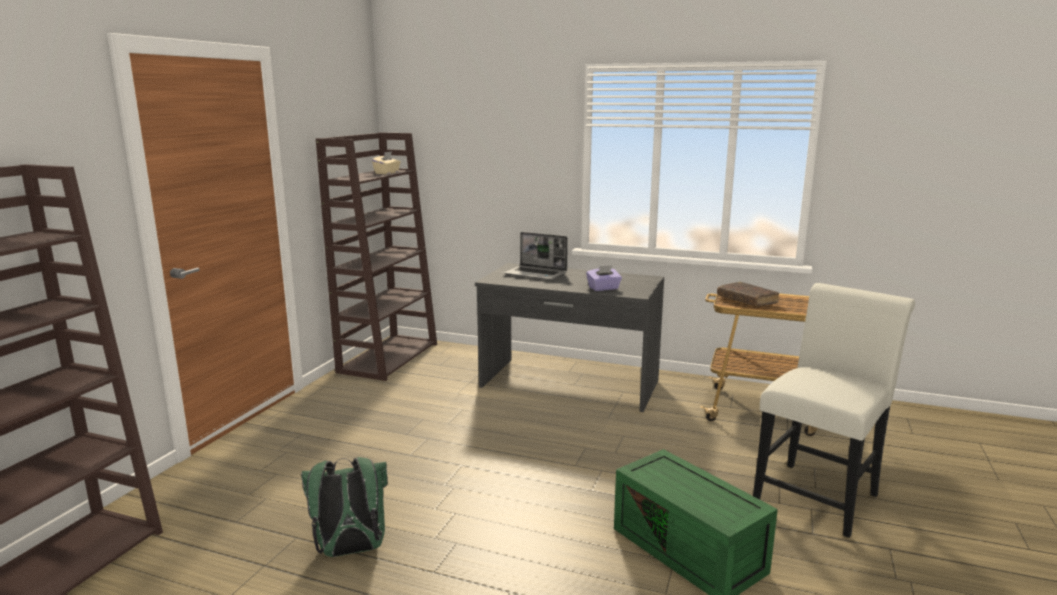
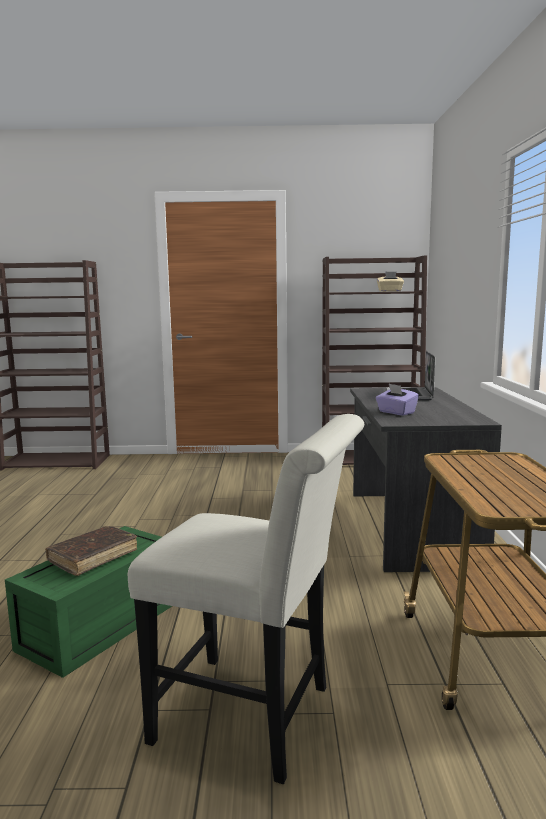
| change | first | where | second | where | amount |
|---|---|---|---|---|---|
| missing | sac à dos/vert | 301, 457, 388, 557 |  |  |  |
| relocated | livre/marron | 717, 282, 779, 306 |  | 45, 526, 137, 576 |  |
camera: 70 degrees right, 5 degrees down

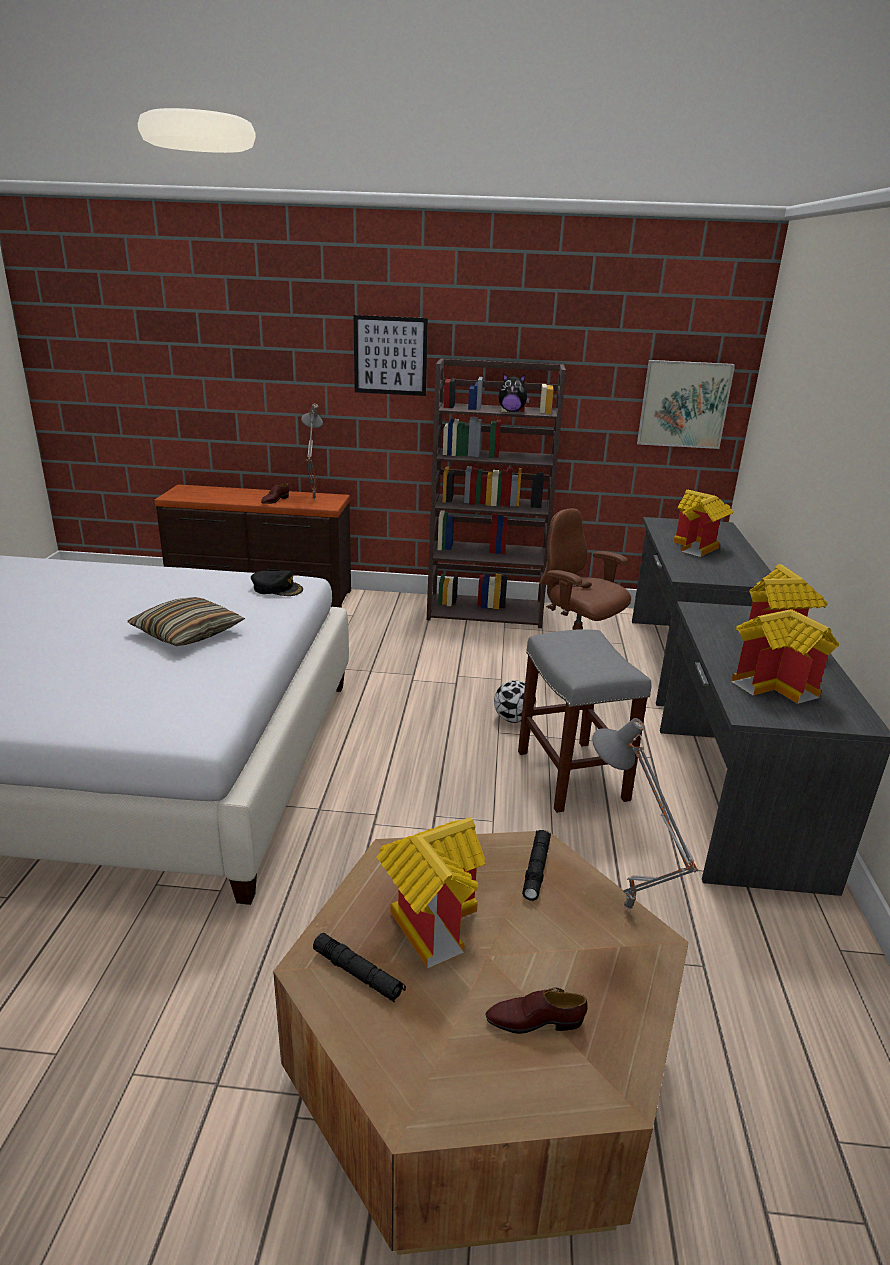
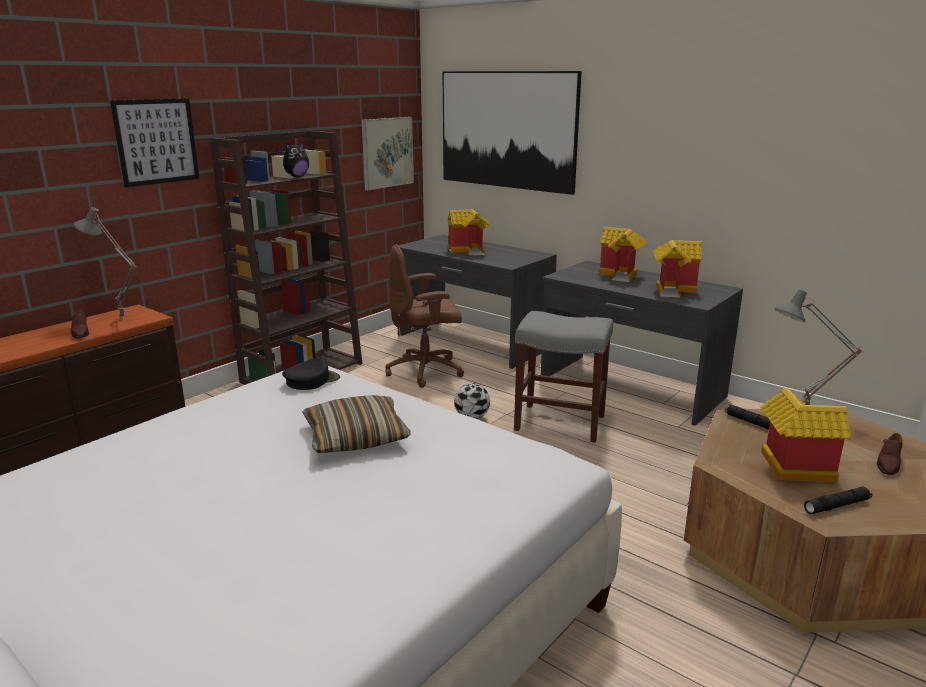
| change | first | where | second | where | amount |
|---|---|---|---|---|---|
| appeared |  |  | tableau | 442, 71, 582, 195 |  |
camera: 55 degrees left, 5 degrees down

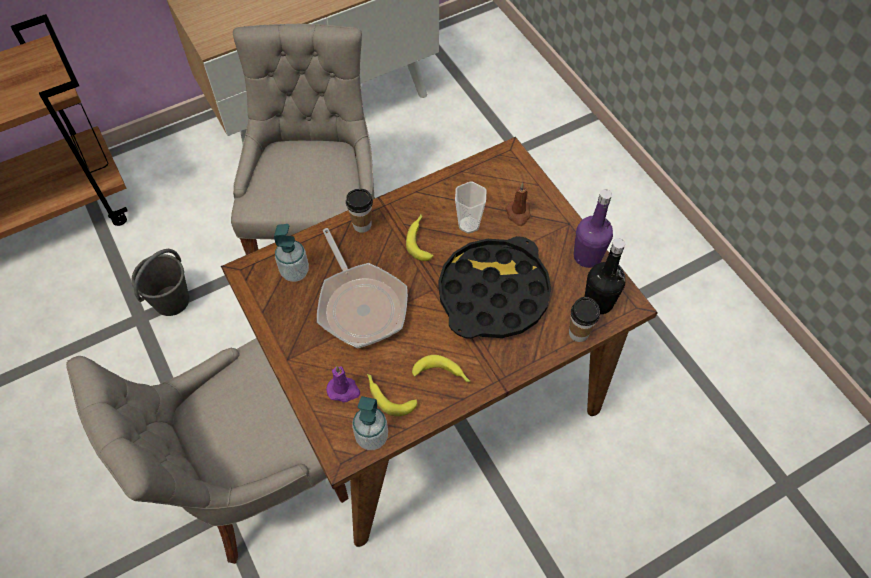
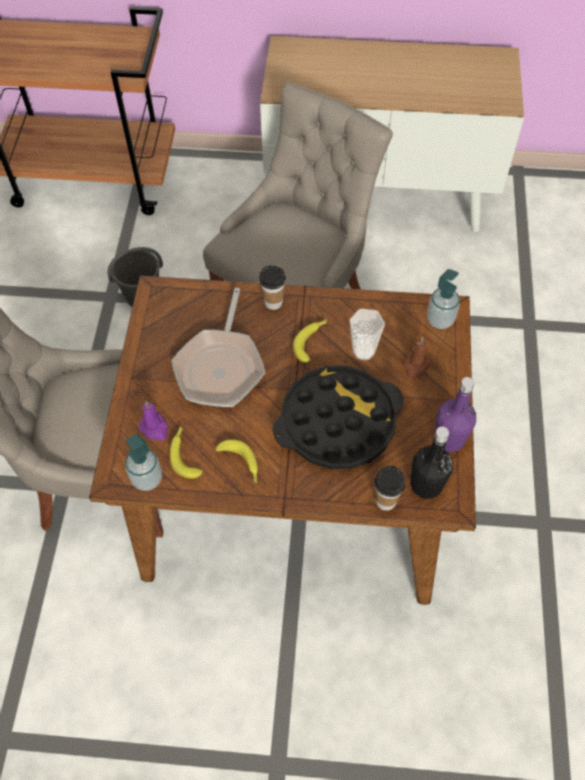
| change | first | where | second | where | amount |
|---|---|---|---|---|---|
| relocated | distributeur de savon | 274, 224, 309, 282 |  | 427, 269, 460, 329 |  |
camera: 35 degrees right, 0 degrees up

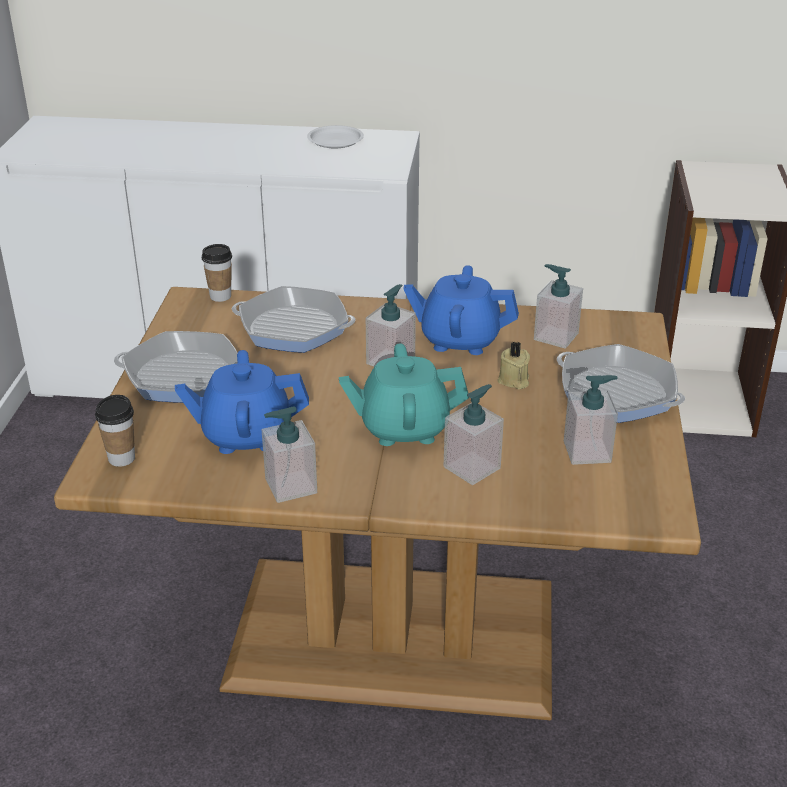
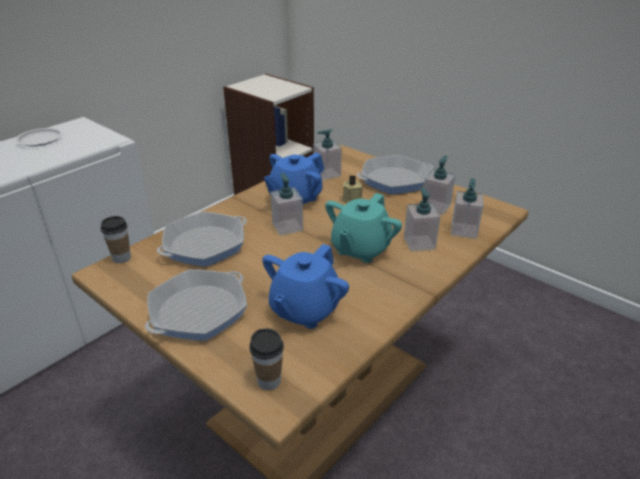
| change | first | where | second | where | amount |
|---|---|---|---|---|---|
| relocated | distributeur de savon | 262, 407, 317, 503 |  | 451, 178, 483, 239 |  |
camera: 55 degrees left, 0 degrees up

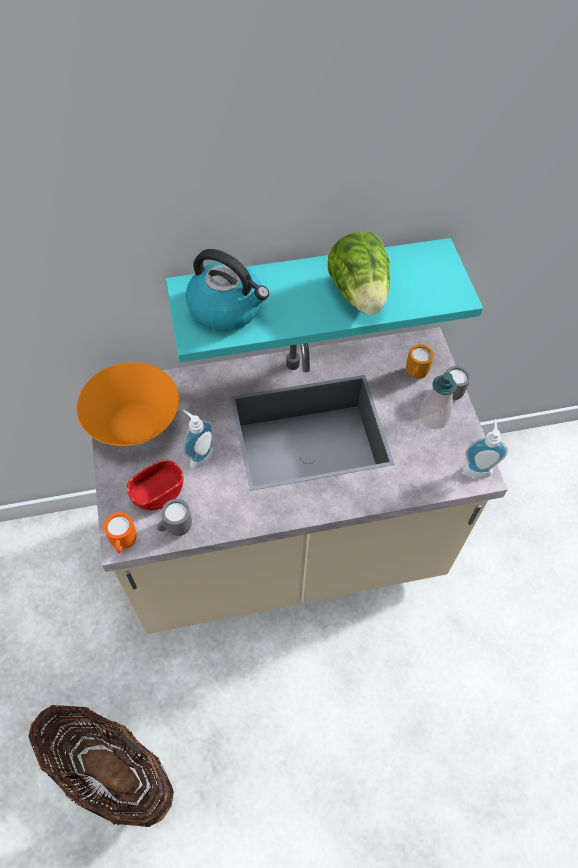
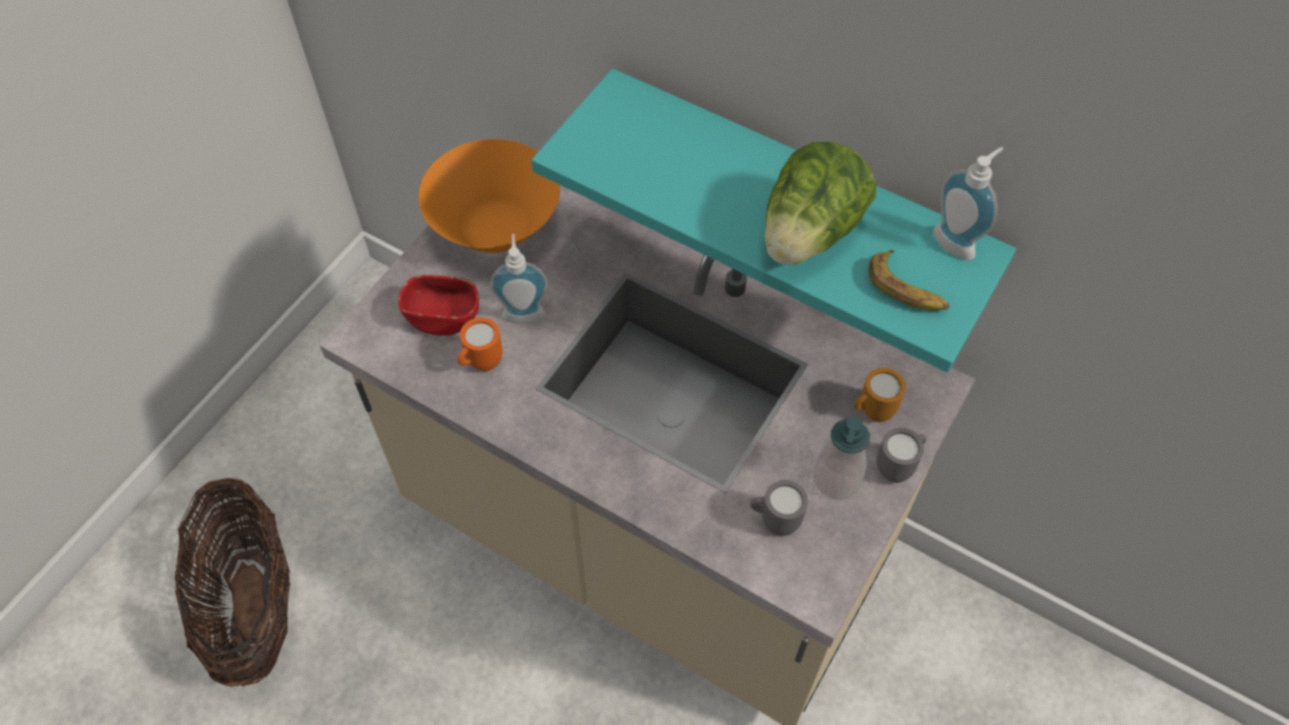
| change | first | where | second | where | amount |
|---|---|---|---|---|---|
| missing | bouilloire | 186, 249, 269, 331 |  |  |  |
| appeared |  |  | banane | 868, 250, 949, 311 |  |
| relocated | mug/orange | 104, 512, 137, 553 |  | 457, 318, 502, 371 |  |
| relocated | mug/gris | 157, 499, 192, 536 |  | 750, 480, 808, 536 |  |
| relocated | distributeur de savon | 462, 419, 508, 478 |  | 933, 147, 1004, 260 |  |
camera: 45 degrees right, 0 degrees up

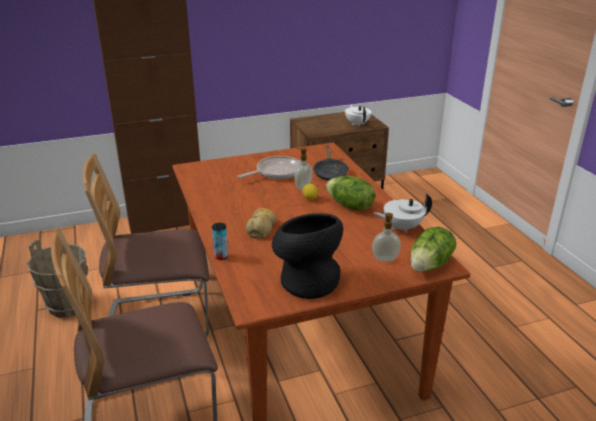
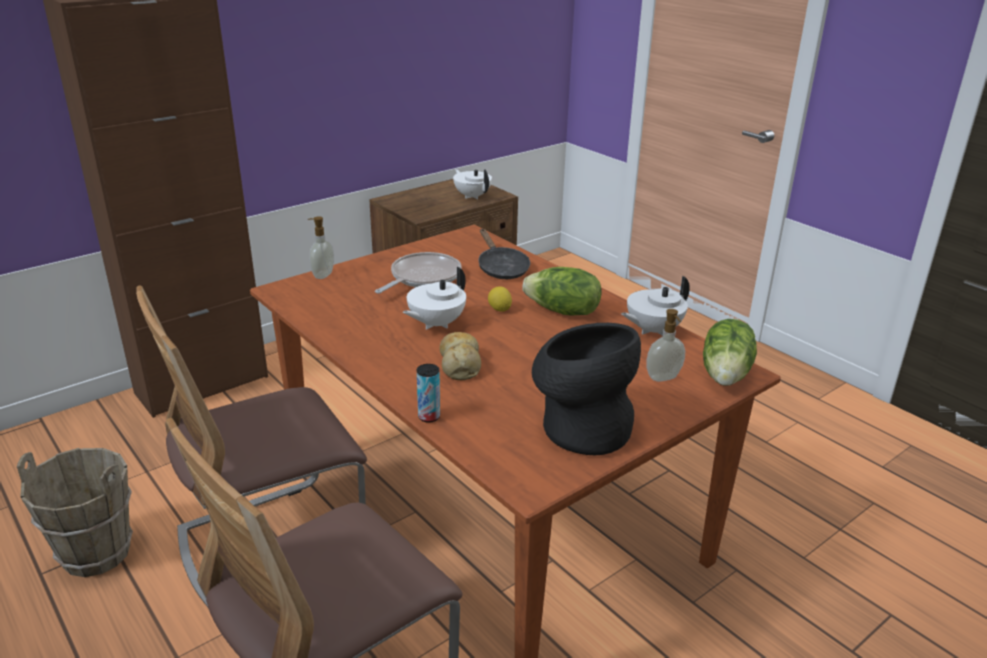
| change | first | where | second | where | amount |
|---|---|---|---|---|---|
| appeared |  |  | théière/blanc | 403, 267, 466, 330 |  |
| relocated | distributeur de savon | 295, 147, 313, 190 |  | 308, 216, 334, 279 |  |
camera: 20 degrees left, 0 degrees up

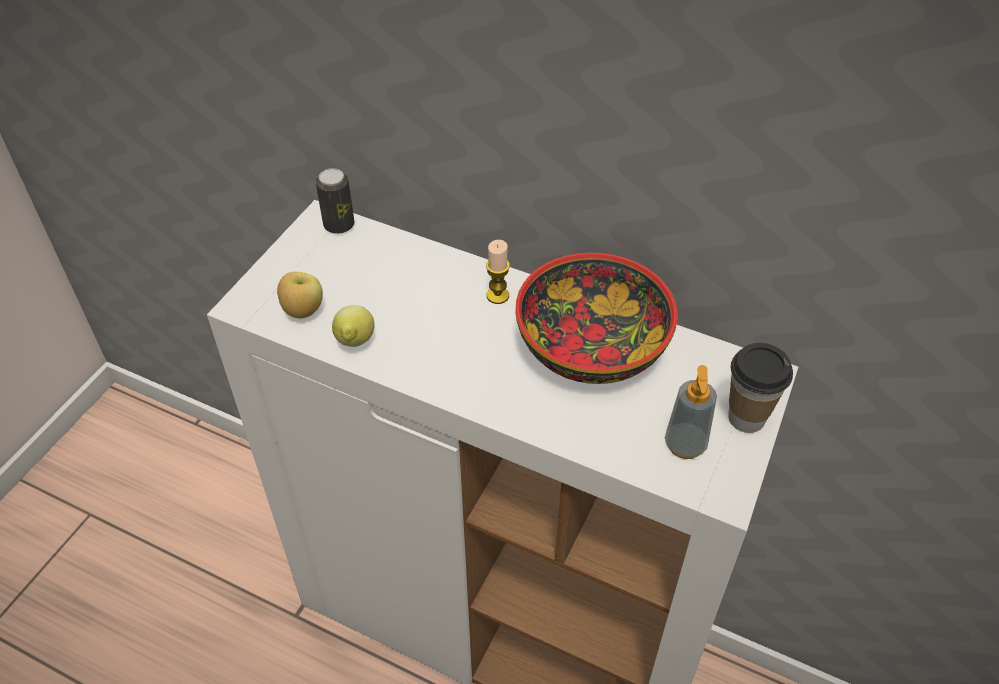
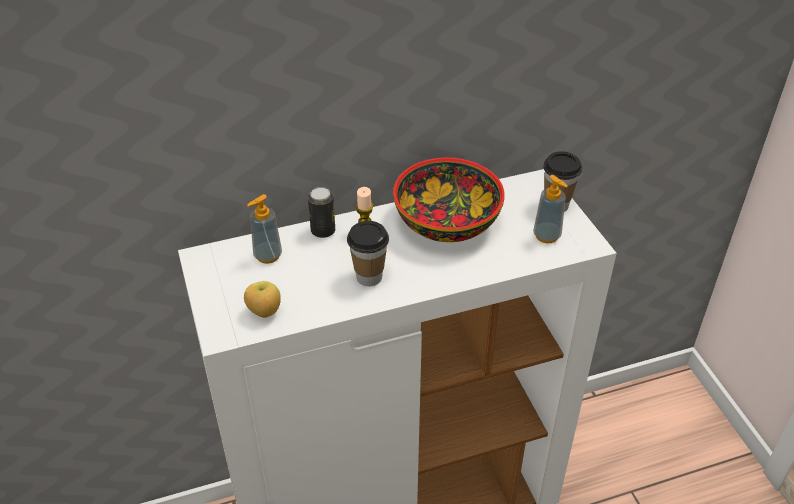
| change | first | where | second | where | amount |
|---|---|---|---|---|---|
| missing | citron | 332, 305, 375, 347 |  |  |  |
| appeared |  |  | distributeur de savon | 247, 194, 282, 264 |  |
| appeared |  |  | tasse | 347, 221, 389, 286 |  |
| relocated | boîte métallique | 316, 168, 355, 234 |  | 308, 187, 335, 238 |  |
camera: 45 degrees left, 5 degrees down

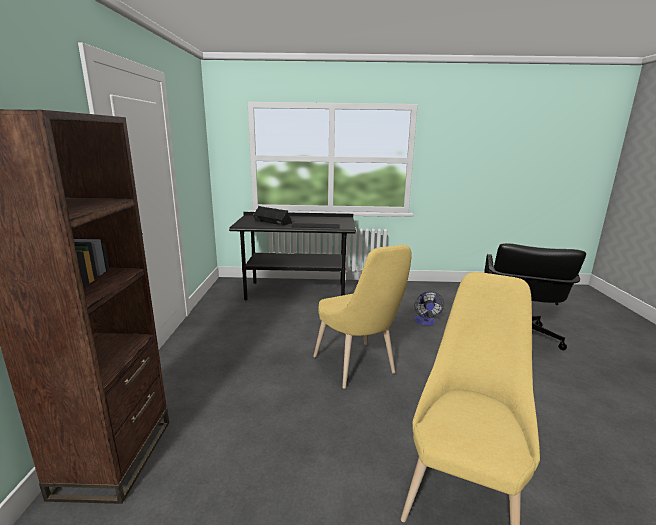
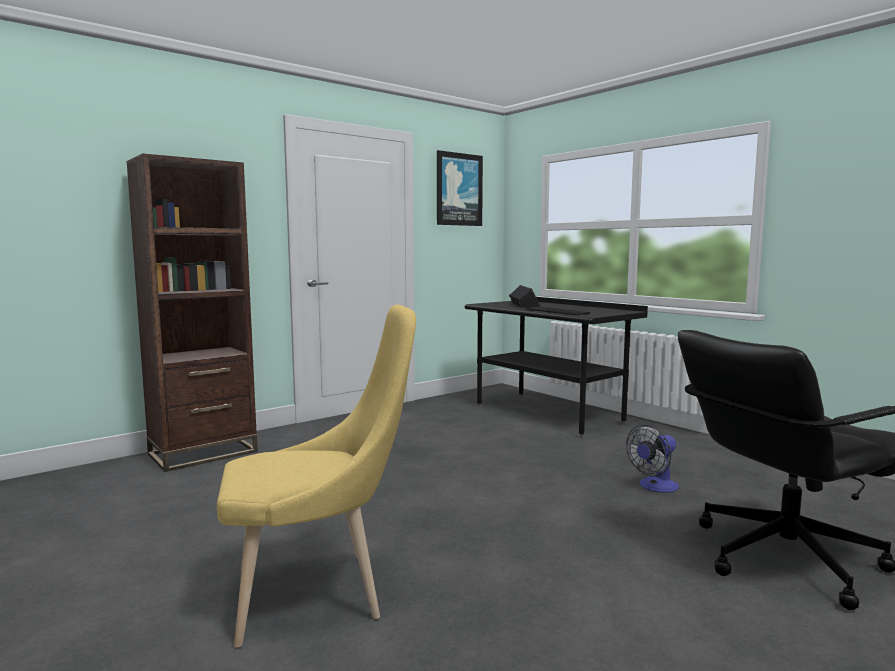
| change | first | where | second | where | amount |
|---|---|---|---|---|---|
| missing | chaise/jaune | 313, 245, 412, 389 |  |  |  |
| appeared |  |  | tableau | 437, 150, 483, 226 |  |
camera: 50 degrees right, 10 degrees down

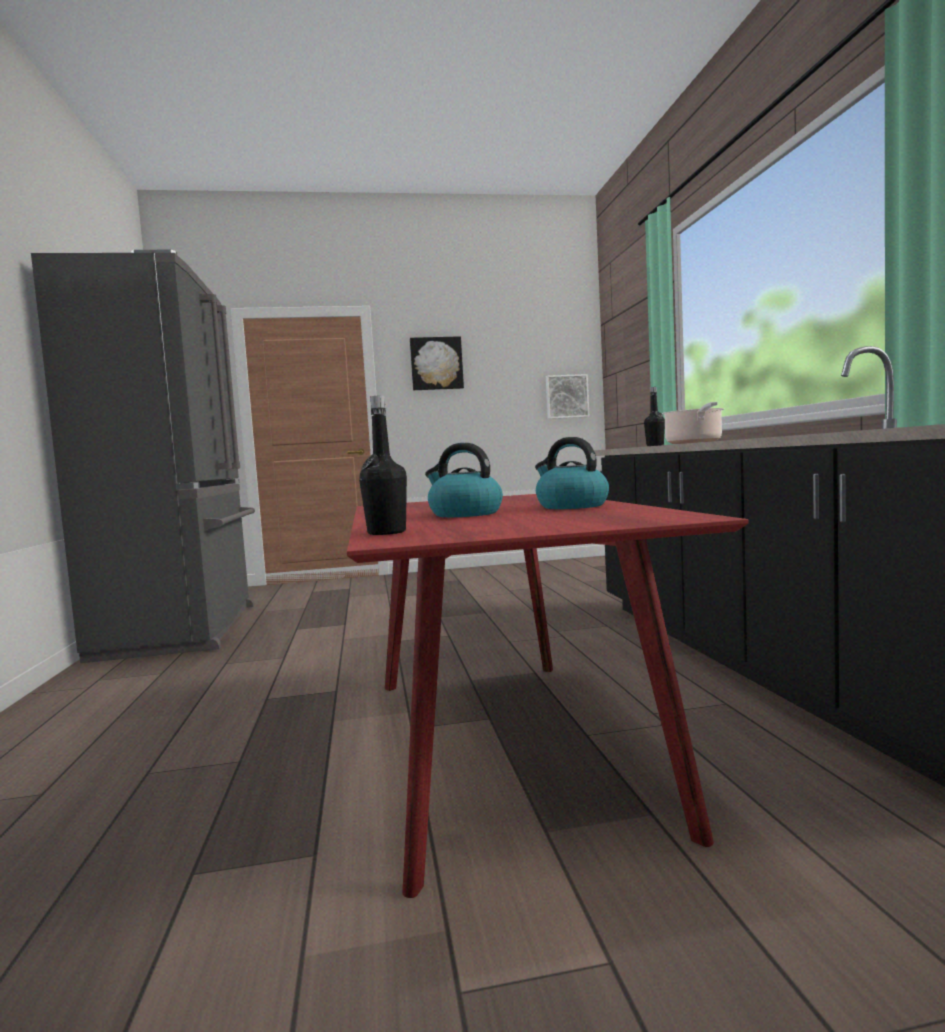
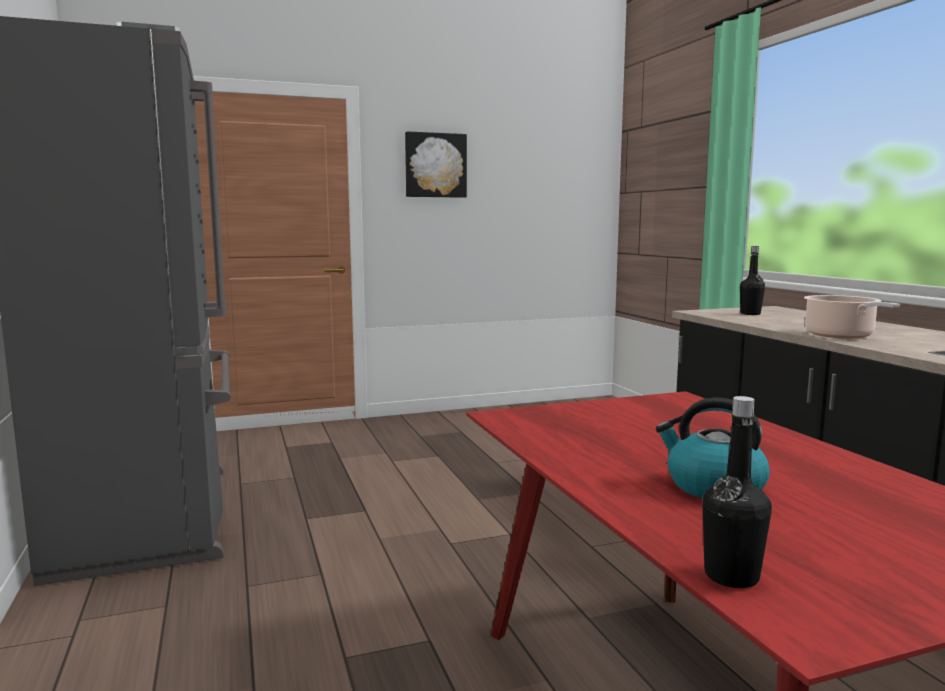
| change | first | where | second | where | amount |
|---|---|---|---|---|---|
| missing | bouilloire | 535, 437, 609, 509 |  |  |  |
| missing | tableau | 546, 374, 589, 419 |  |  |  |
camera: 10 degrees left, 5 degrees up

